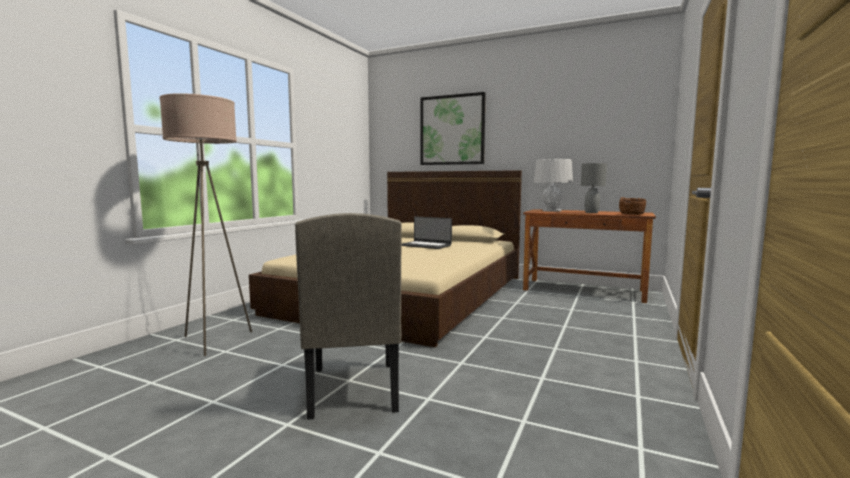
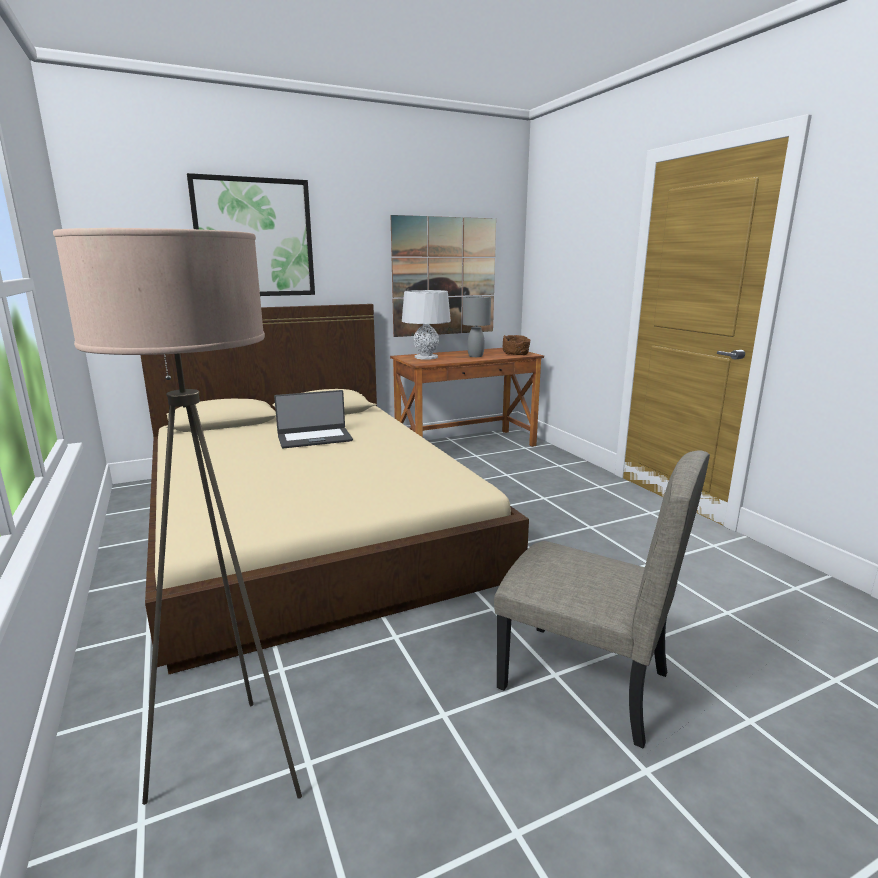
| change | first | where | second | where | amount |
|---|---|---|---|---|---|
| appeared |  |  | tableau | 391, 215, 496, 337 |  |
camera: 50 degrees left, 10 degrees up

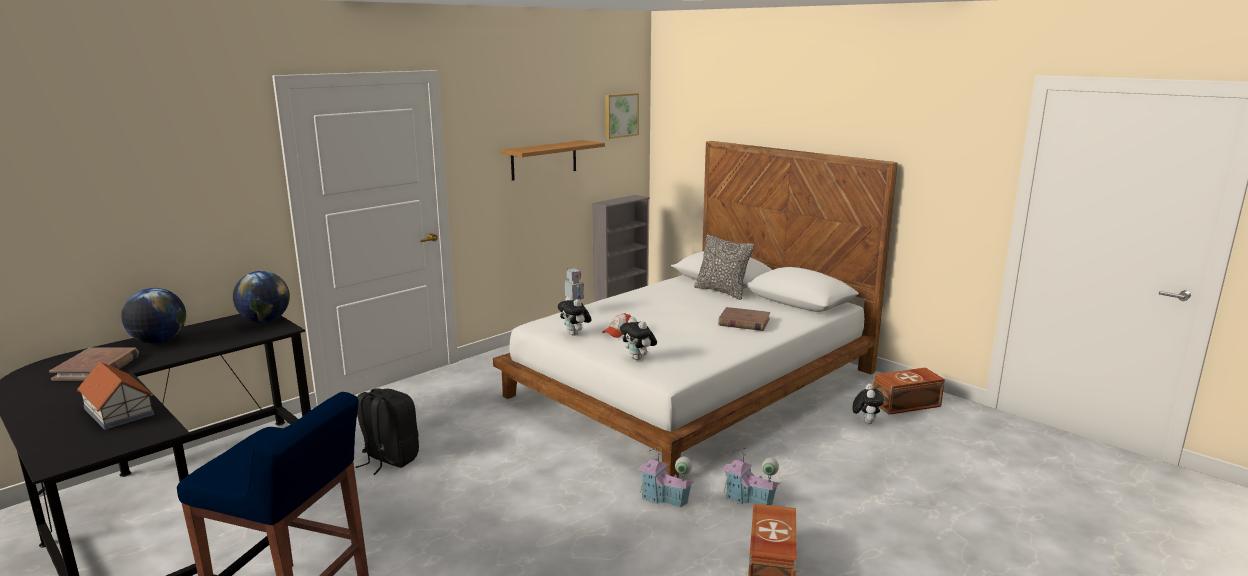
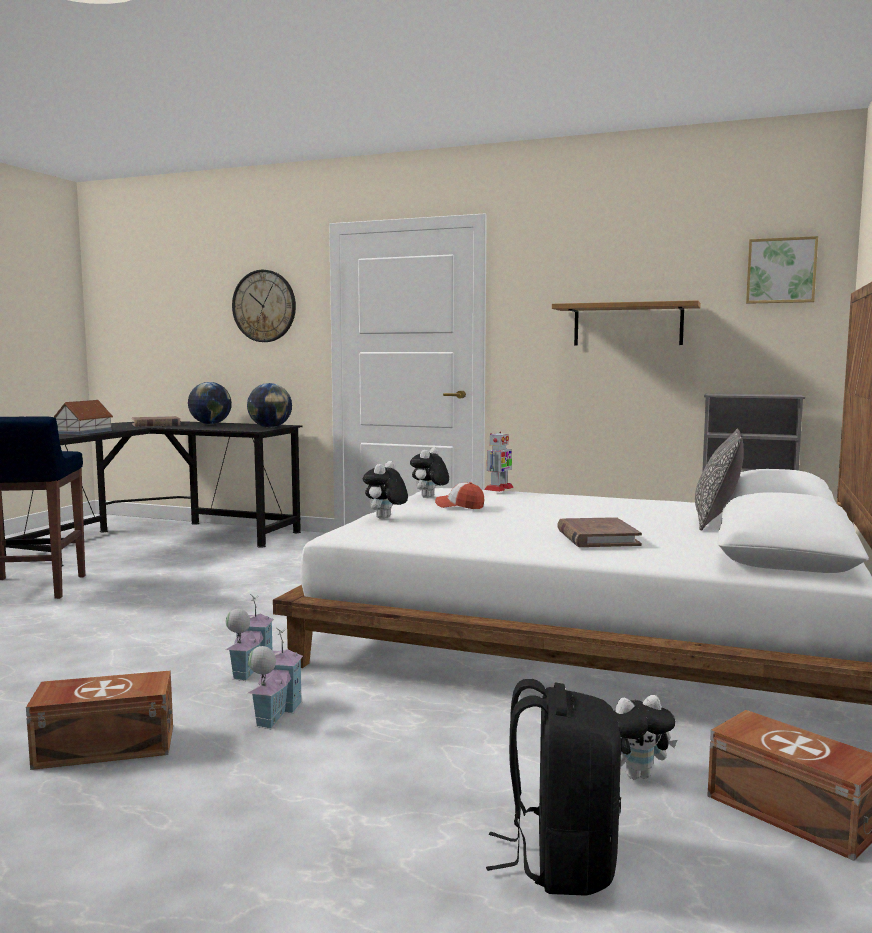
| change | first | where | second | where | amount |
|---|---|---|---|---|---|
| appeared |  |  | horloge murale | 232, 270, 296, 342 |  |
| relocated | sac à dos/noir | 356, 388, 419, 475 |  | 486, 679, 621, 896 |  |
camera: 65 degrees right, 10 degrees down

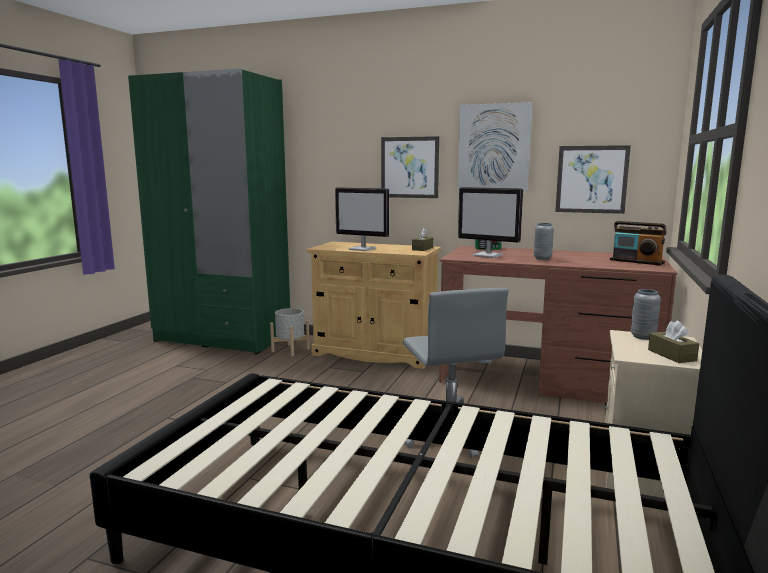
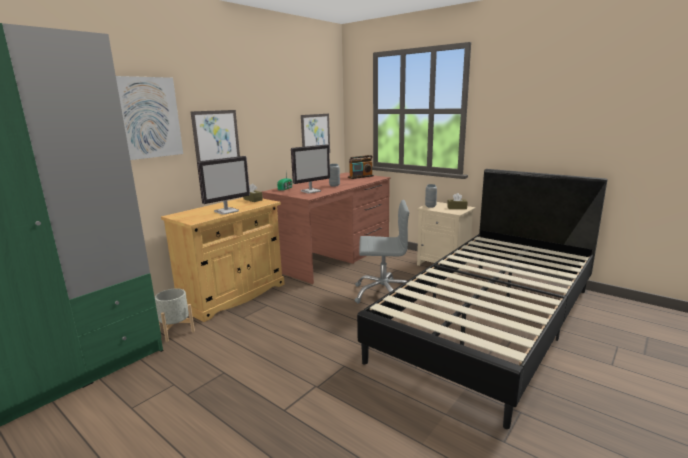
| change | first | where | second | where | amount |
|---|---|---|---|---|---|
| relocated | tableau | 458, 102, 533, 191 |  | 116, 76, 183, 160 |  |
camera: 70 degrees left, 5 degrees up

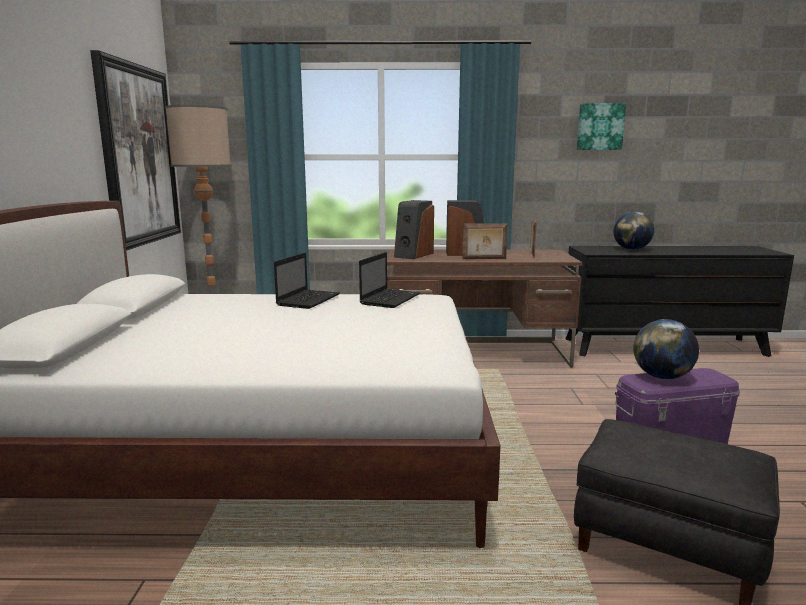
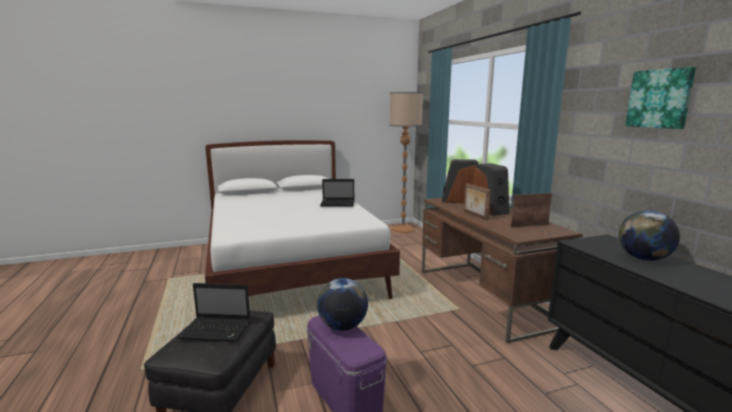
| change | first | where | second | where | amount |
|---|---|---|---|---|---|
| missing | tableau | 90, 50, 181, 251 |  |  |  |
| relocated | ordinateur portable | 359, 252, 420, 308 |  | 177, 283, 251, 342 |  |
camera: 70 degrees right, 0 degrees up

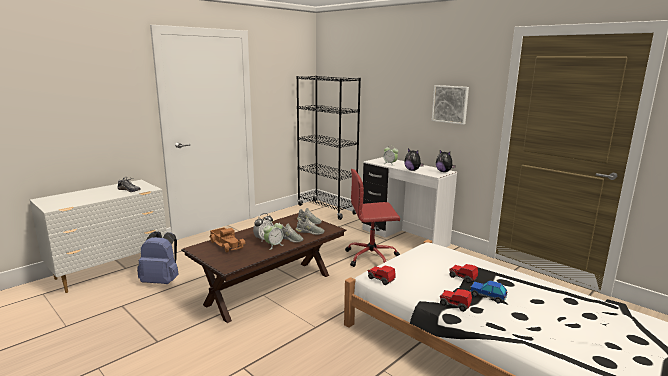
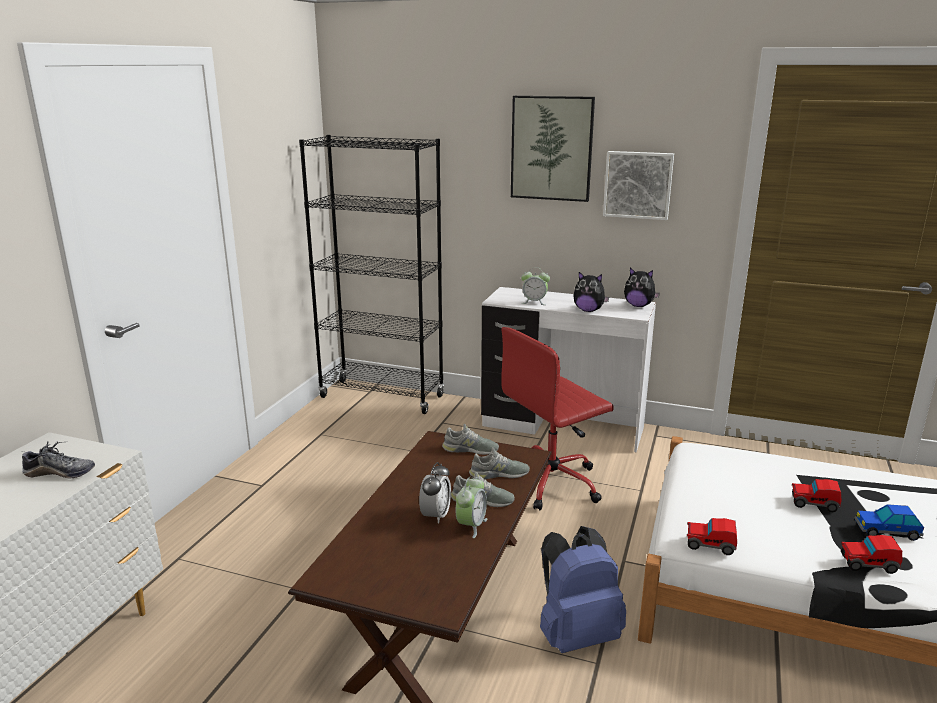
| change | first | where | second | where | amount |
|---|---|---|---|---|---|
| missing | camion jouet | 209, 227, 245, 252 |  |  |  |
| appeared |  |  | tableau | 511, 96, 595, 202 |  |
| relocated | sac à dos/bleu | 137, 231, 179, 284 |  | 540, 526, 626, 653 |  |
camera: 25 degrees left, 5 degrees up

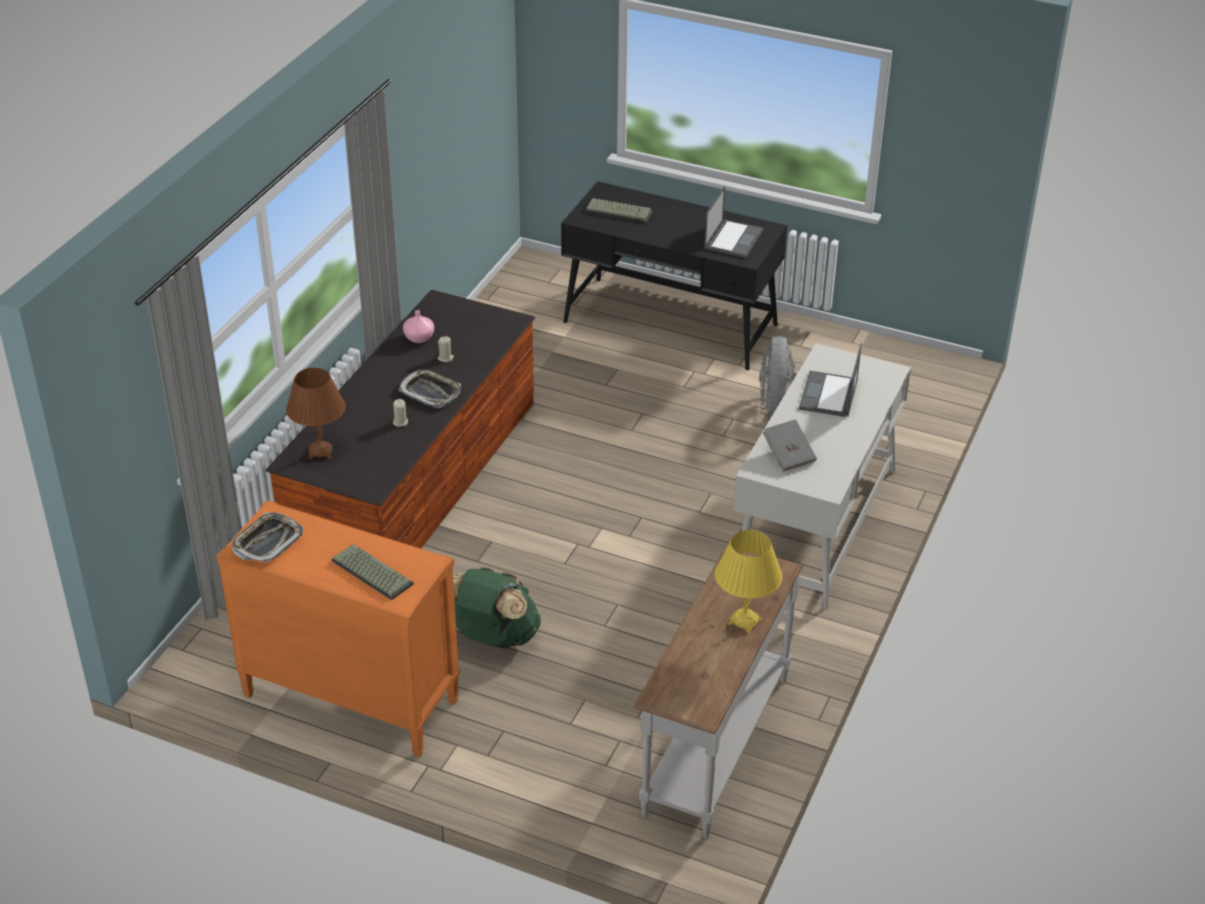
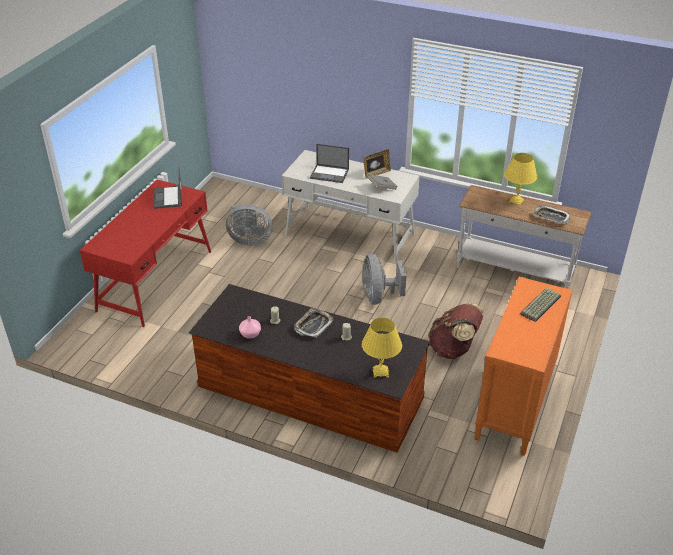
| change | first | where | second | where | amount |
|---|---|---|---|---|---|
| missing | clavier | 585, 198, 653, 223 |  |  |  |
| appeared |  |  | ventilateur/gris | 362, 254, 406, 305 |  |
| appeared |  |  | cadre photo | 364, 150, 391, 179 |  |
| relocated | plateau | 232, 512, 303, 563 |  | 533, 205, 570, 224 |  |
| colour | lampe de table/marron | 286, 368, 346, 459 | lampe de table/jaune | 362, 318, 402, 378 |  |
| colour | sac à dos/vert | 453, 567, 541, 649 | sac à dos/marron | 428, 303, 483, 359 |  |
| colour | bureau/noir | 561, 181, 787, 370 | bureau/rouge | 80, 180, 211, 327 |  |
| spun | ordinateur portable | 704, 186, 763, 258 |  | 154, 165, 182, 209 | 120 degrees counterclockwise |
camera: 90 degrees left, 0 degrees up

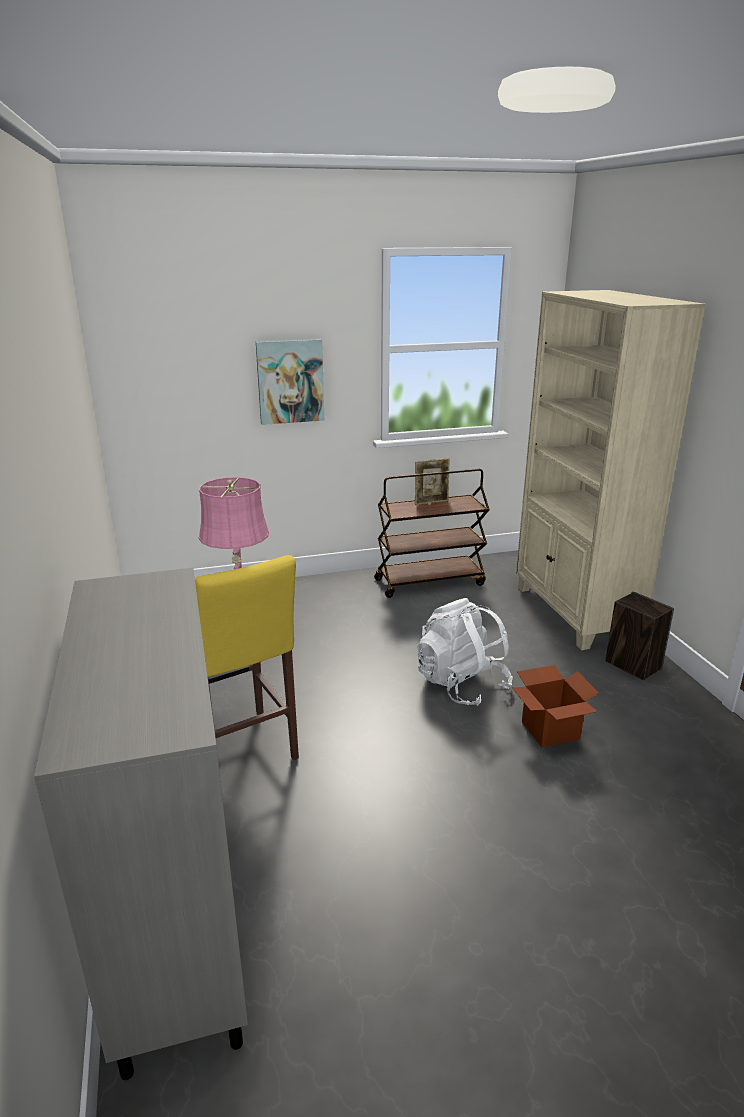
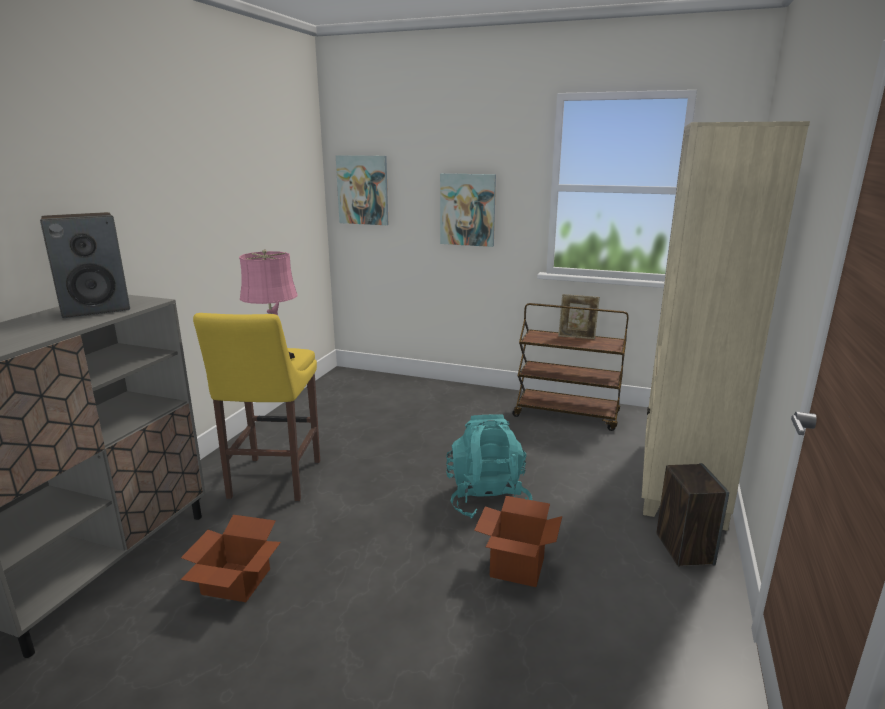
| change | first | where | second | where | amount |
|---|---|---|---|---|---|
| appeared |  |  | enceinte | 40, 212, 130, 318 |  |
| appeared |  |  | carton | 181, 515, 281, 602 |  |
| appeared |  |  | tableau | 336, 155, 388, 225 |  |
| colour | sac à dos/blanc | 417, 598, 513, 706 | sac à dos/turquoise | 446, 414, 532, 518 |  |
camera: 35 degrees right, 5 degrees down

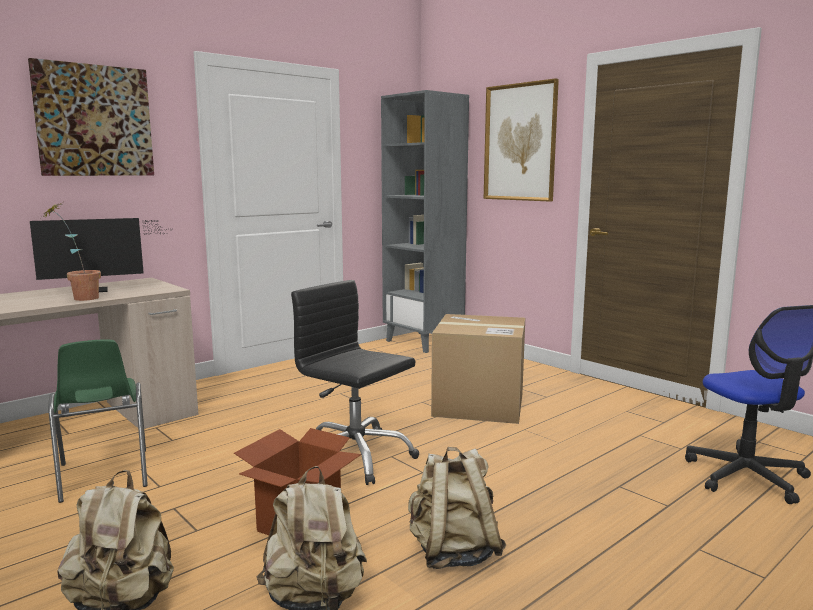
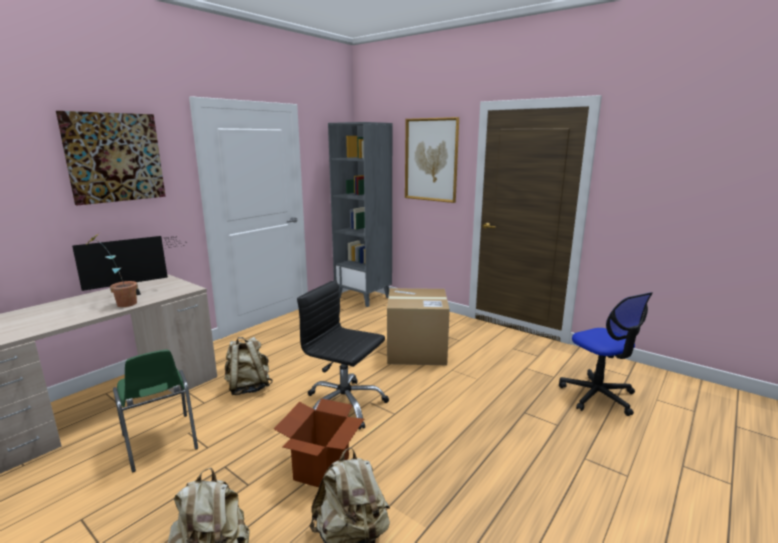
| change | first | where | second | where | amount |
|---|---|---|---|---|---|
| relocated | sac à dos/beige | 408, 447, 507, 569 |  | 224, 337, 273, 395 |  |
camera: 10 degrees left, 5 degrees up

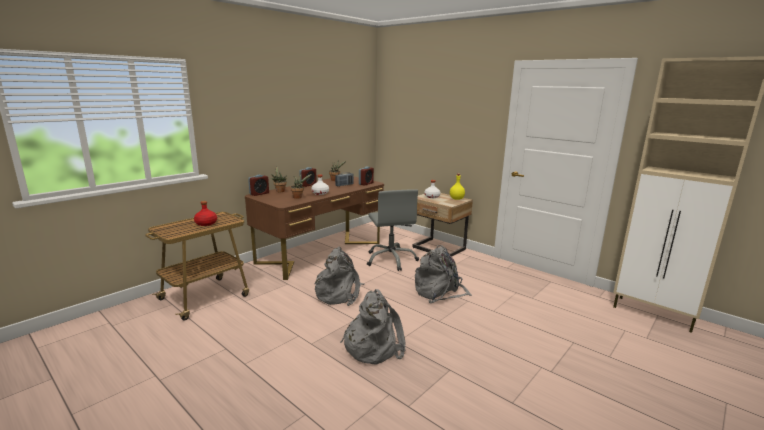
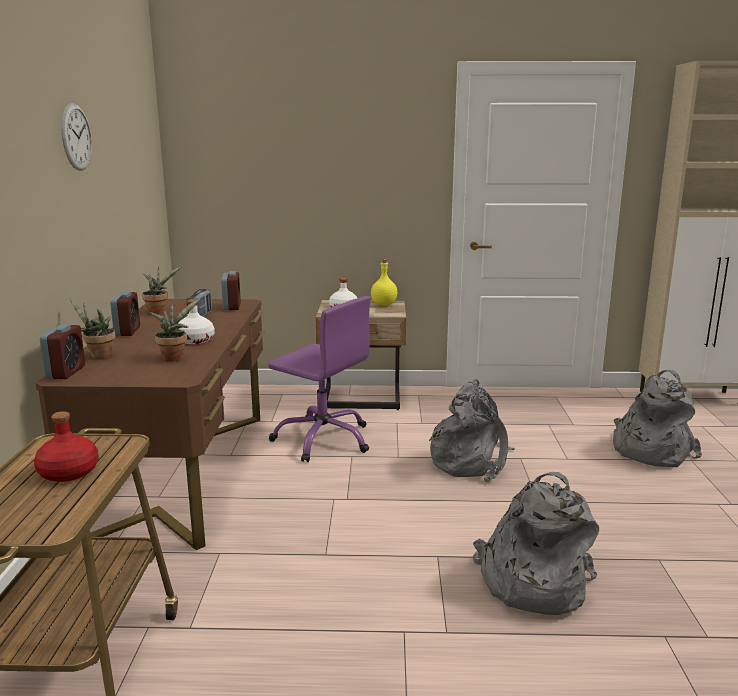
| change | first | where | second | where | amount |
|---|---|---|---|---|---|
| appeared |  |  | horloge murale | 61, 103, 92, 171 |  |
| relocated | sac à dos/gris | 314, 246, 365, 306 |  | 613, 369, 702, 467 |  |
| colour | chaise de bureau/gris | 367, 189, 419, 271 | chaise de bureau/violet | 268, 296, 371, 462 |  |
camera: 40 degrees left, 0 degrees up

